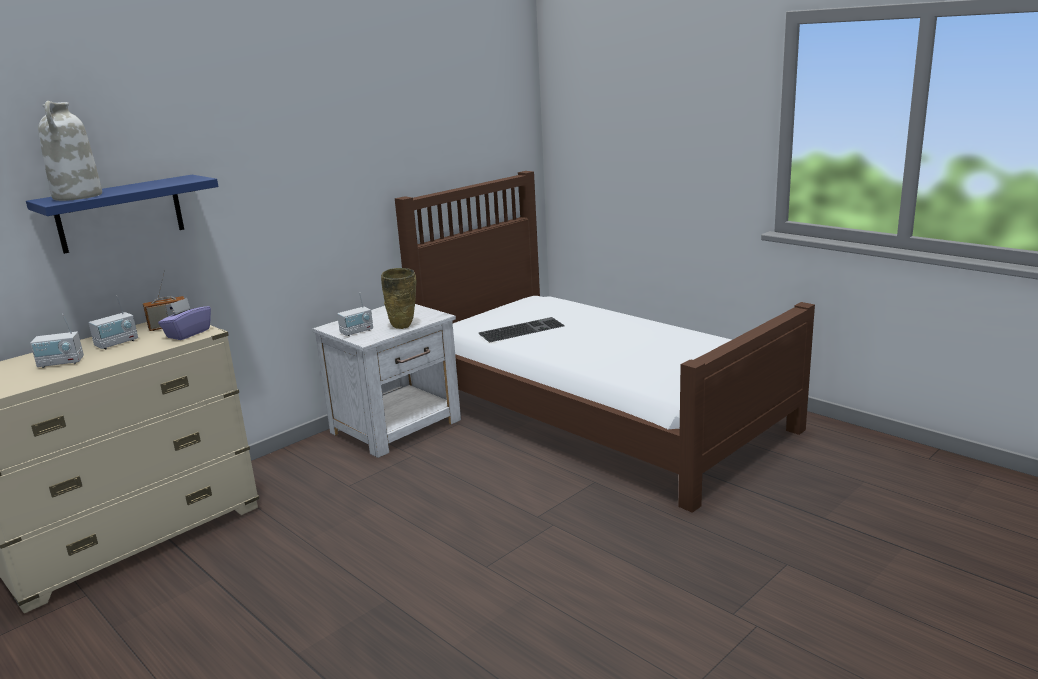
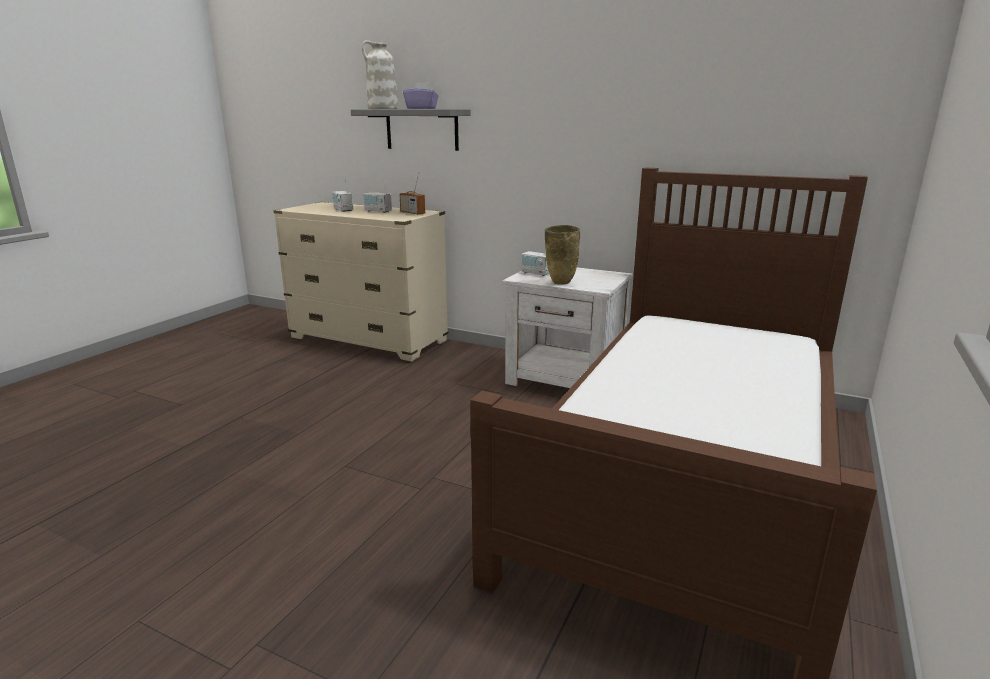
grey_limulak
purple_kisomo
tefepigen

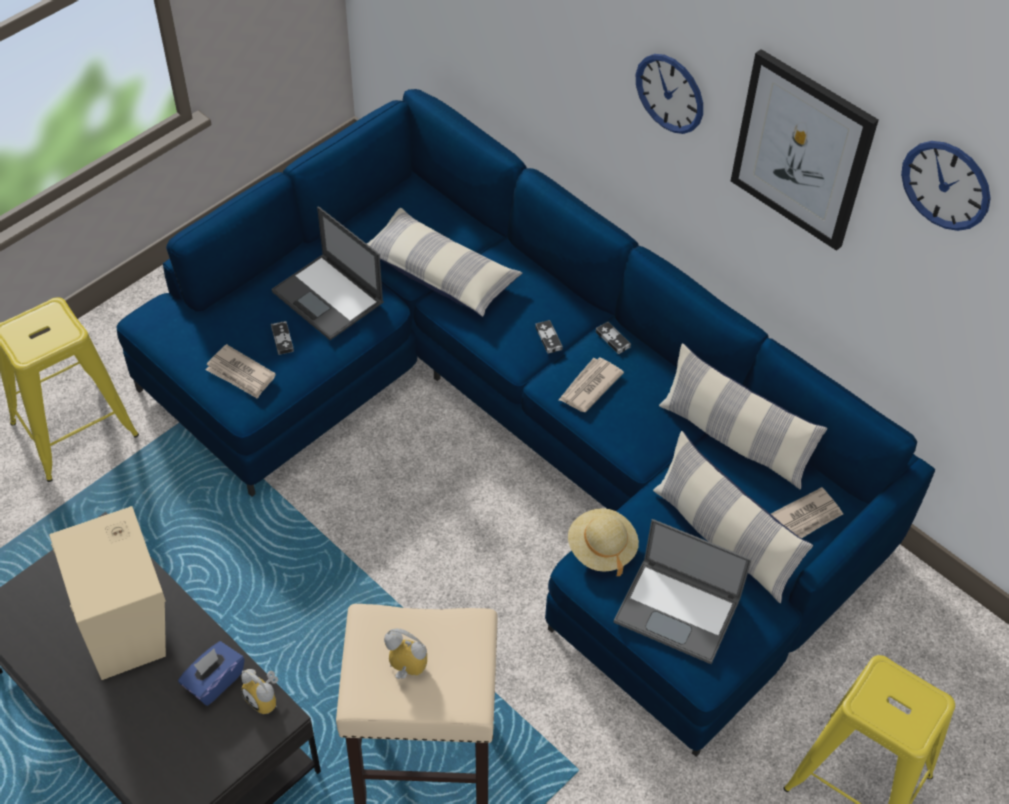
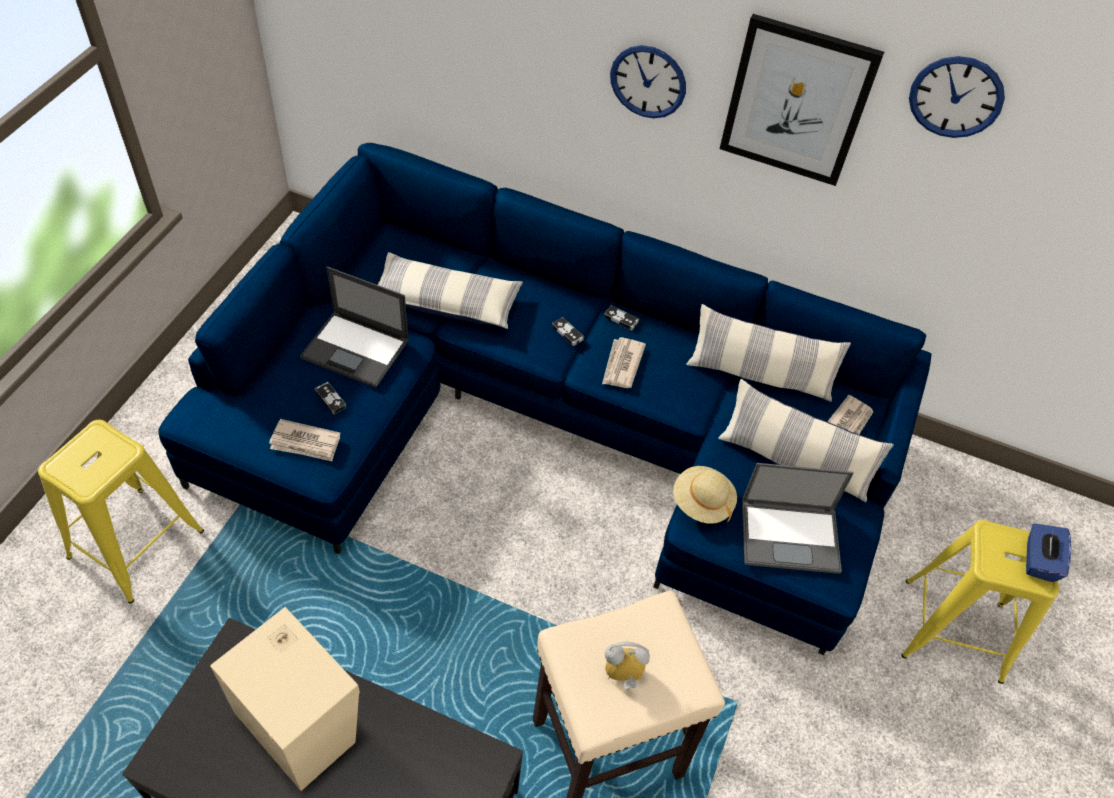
blue_kisomo
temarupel (1st from left in the first image)

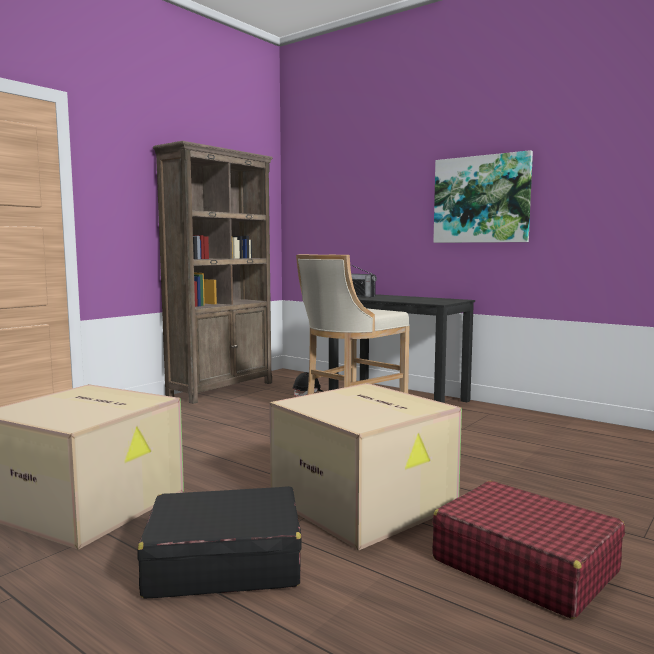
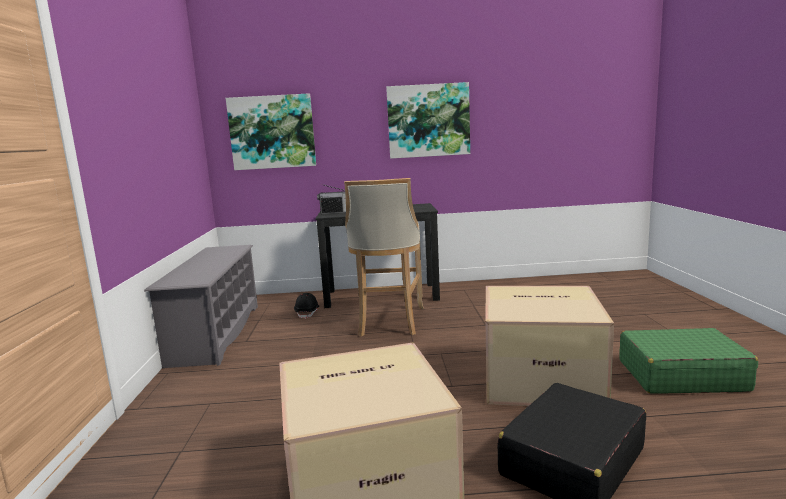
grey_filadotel
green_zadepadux
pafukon (1st from left)

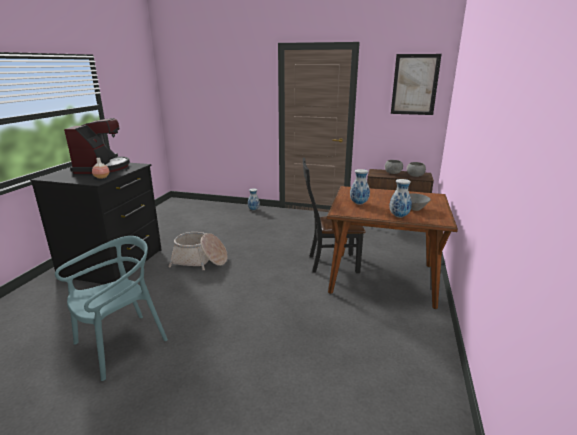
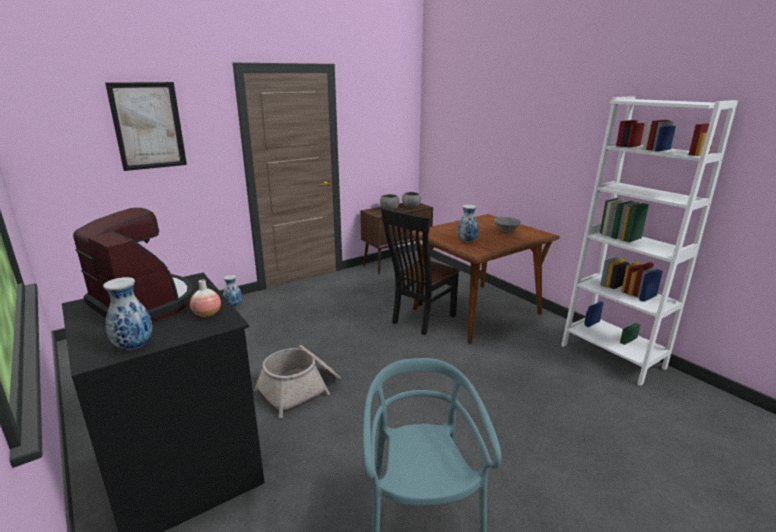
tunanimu (1st from left)
pafukon
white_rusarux

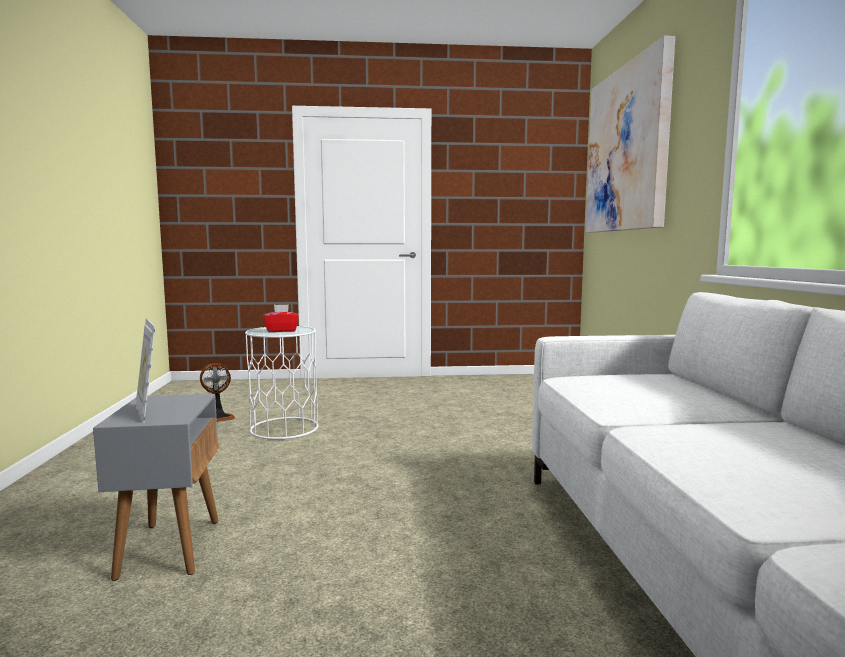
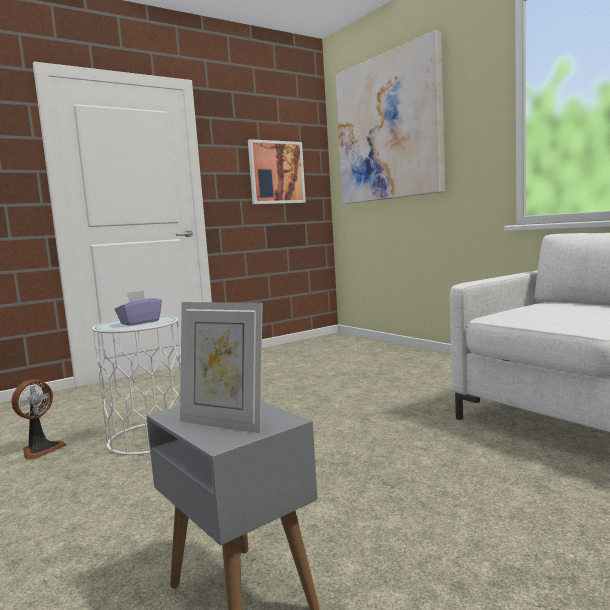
purple_kisomo
pafukon (1st from left)

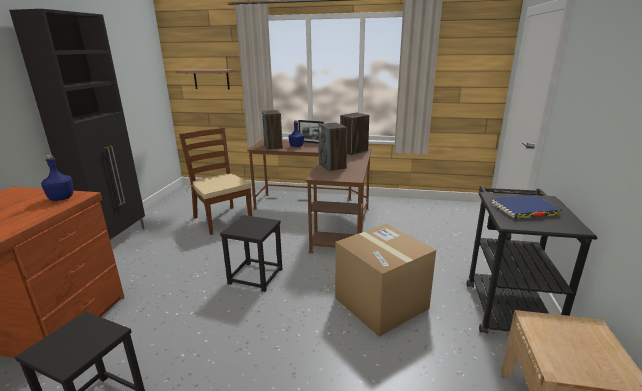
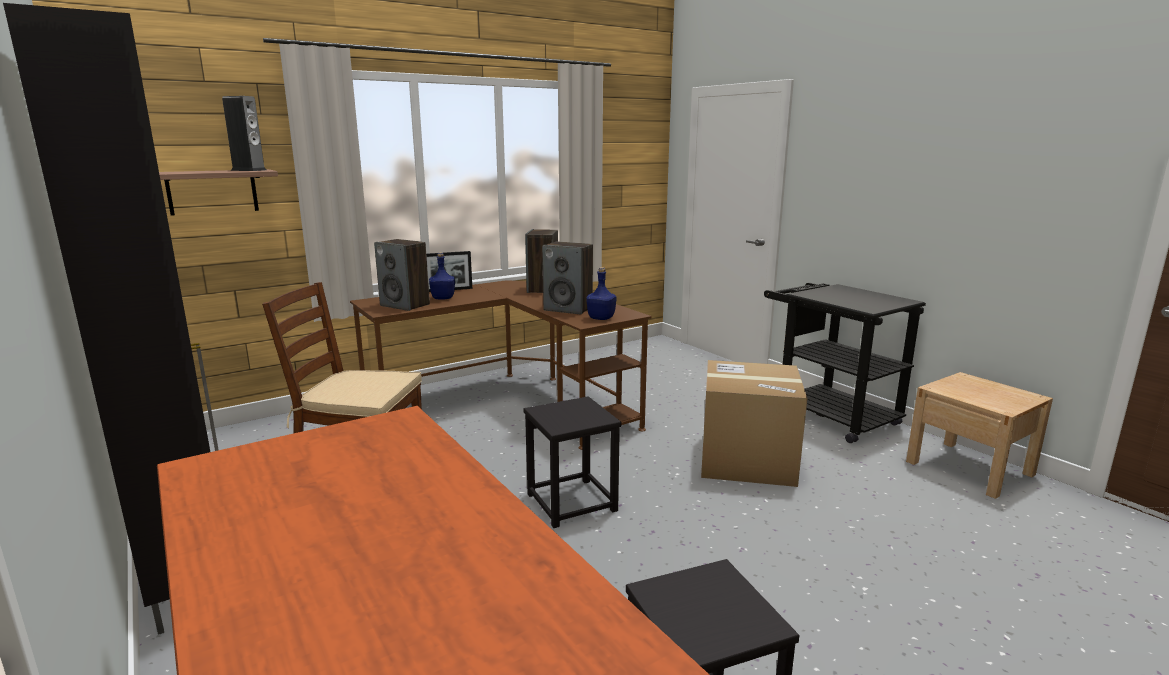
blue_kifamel (2nd from left)
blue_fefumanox
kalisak (1st from left)

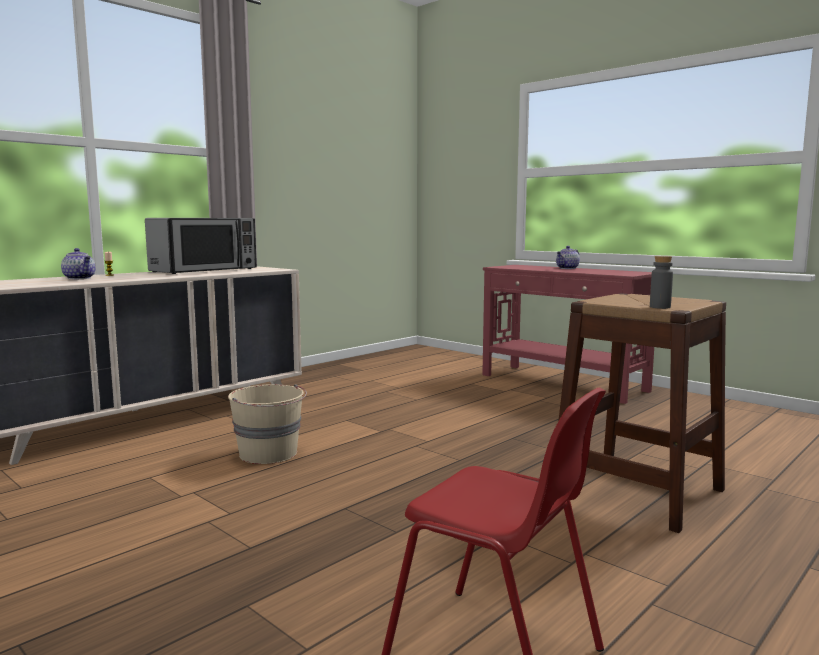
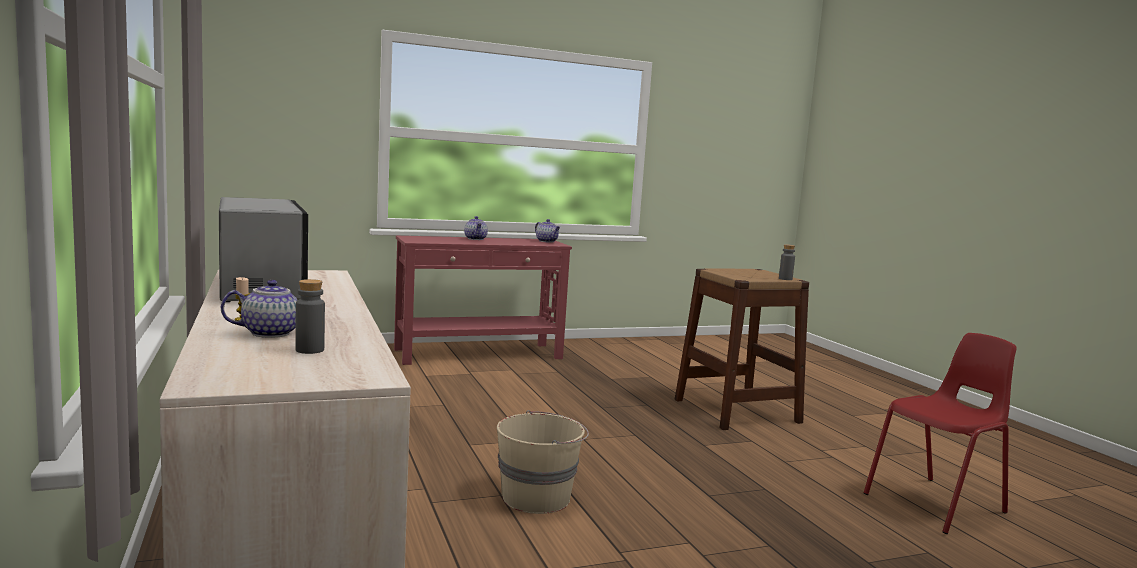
grey_kifamel (1st from left)
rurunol (3rd from left)

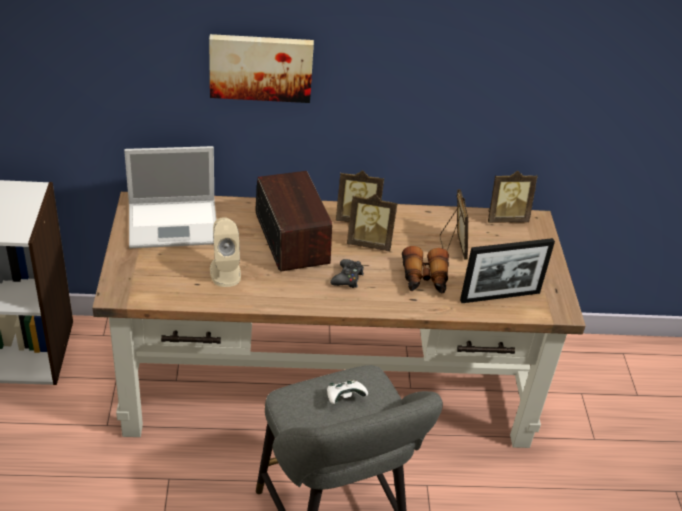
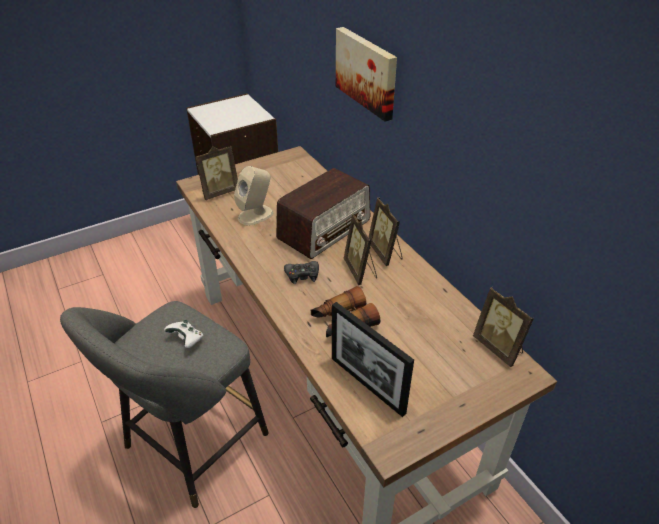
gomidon
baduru (1st from left)

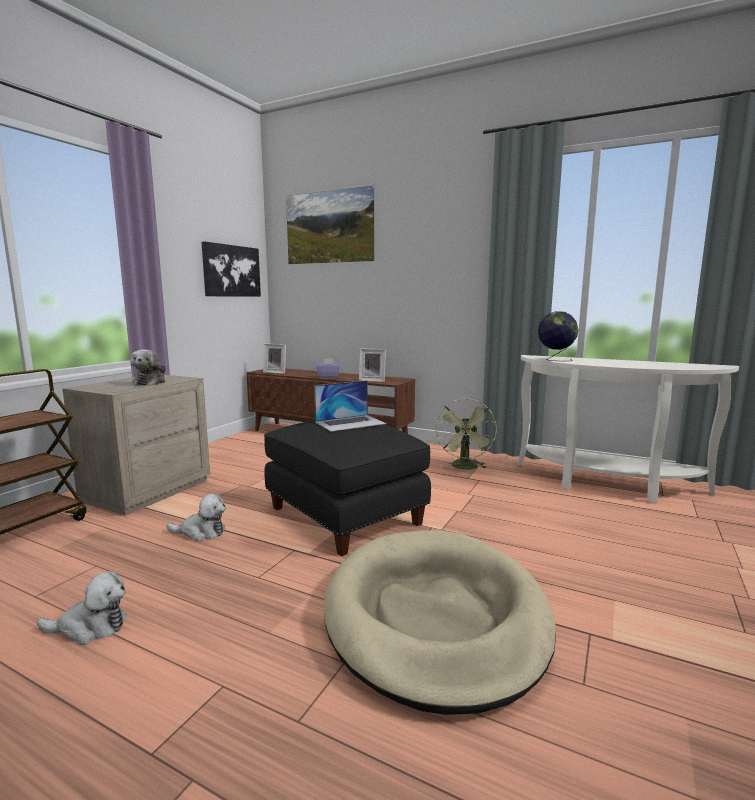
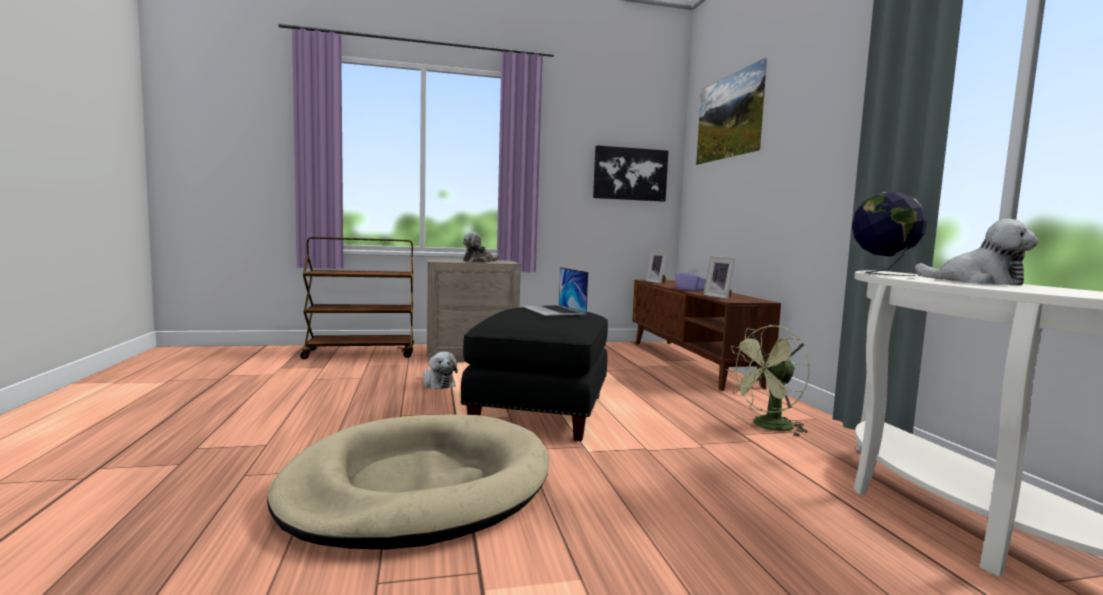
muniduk (3rd from left)
gomidon

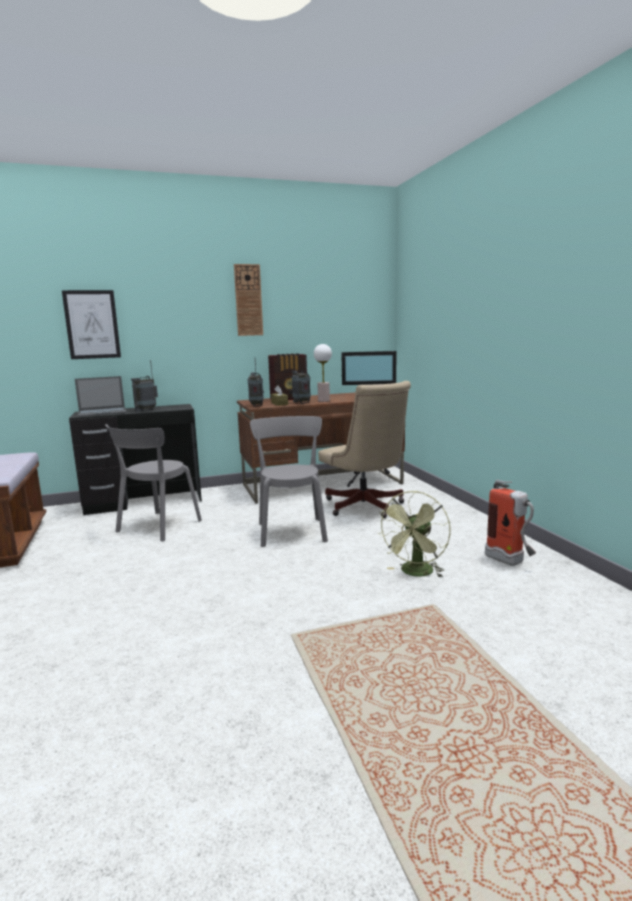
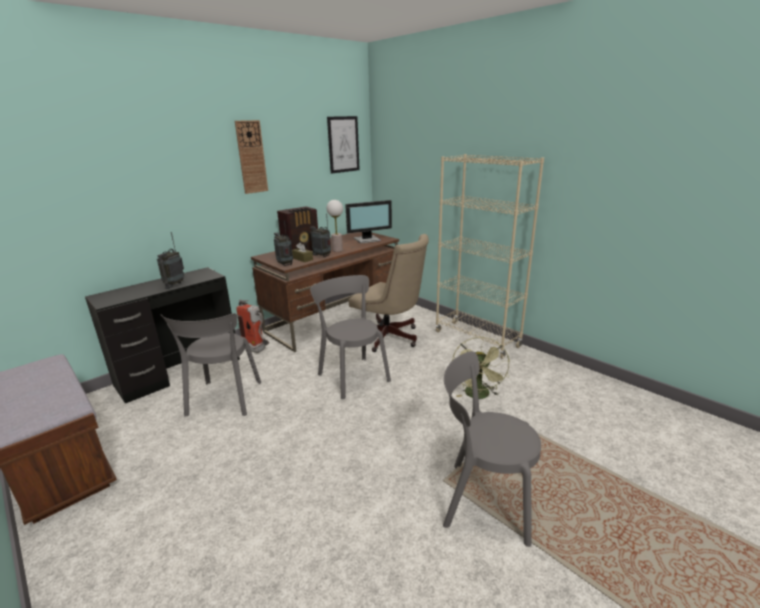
pafukon
gomidon
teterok
beige_rusarux
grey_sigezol (3rd from left)

